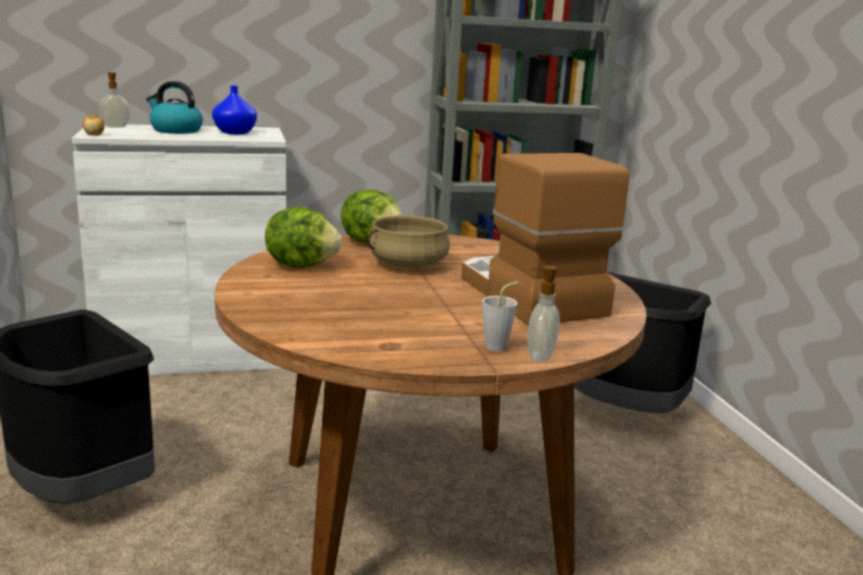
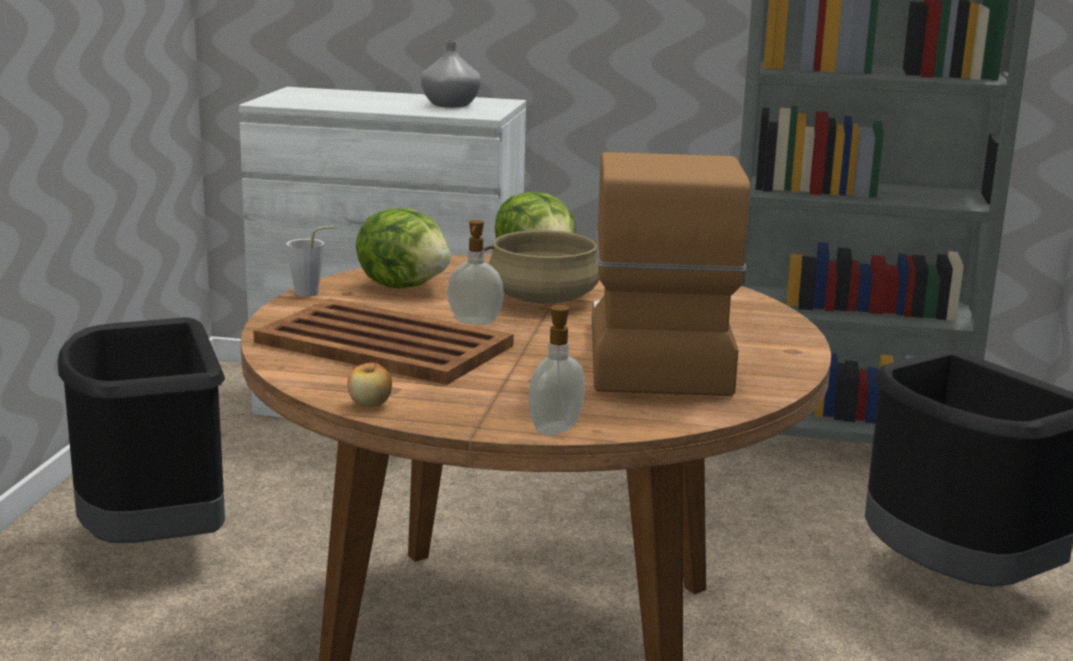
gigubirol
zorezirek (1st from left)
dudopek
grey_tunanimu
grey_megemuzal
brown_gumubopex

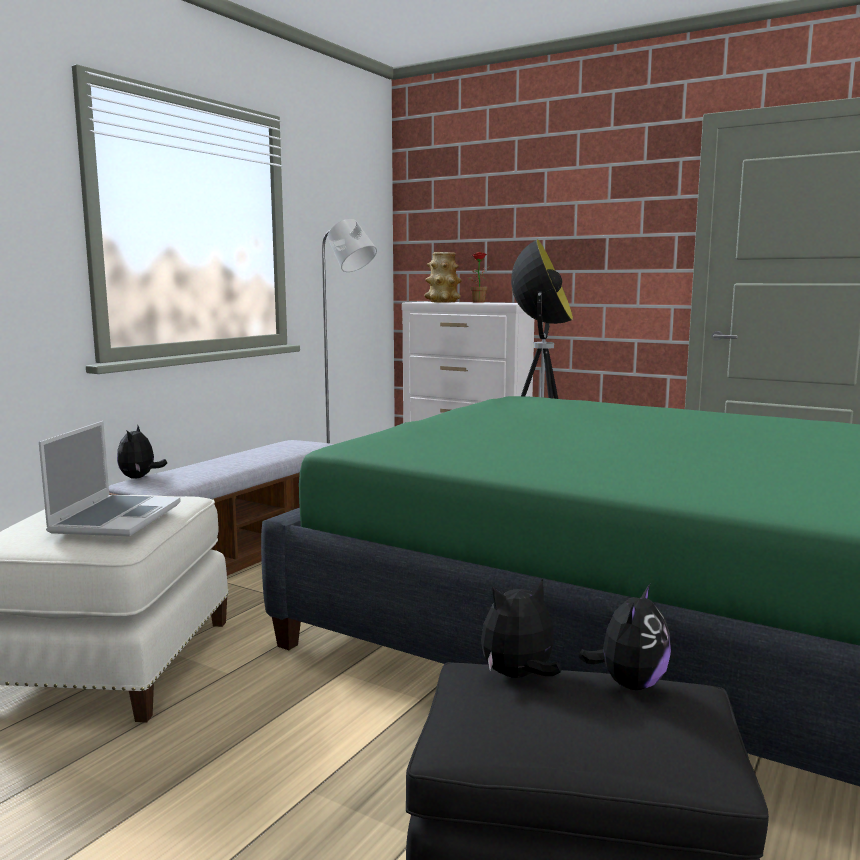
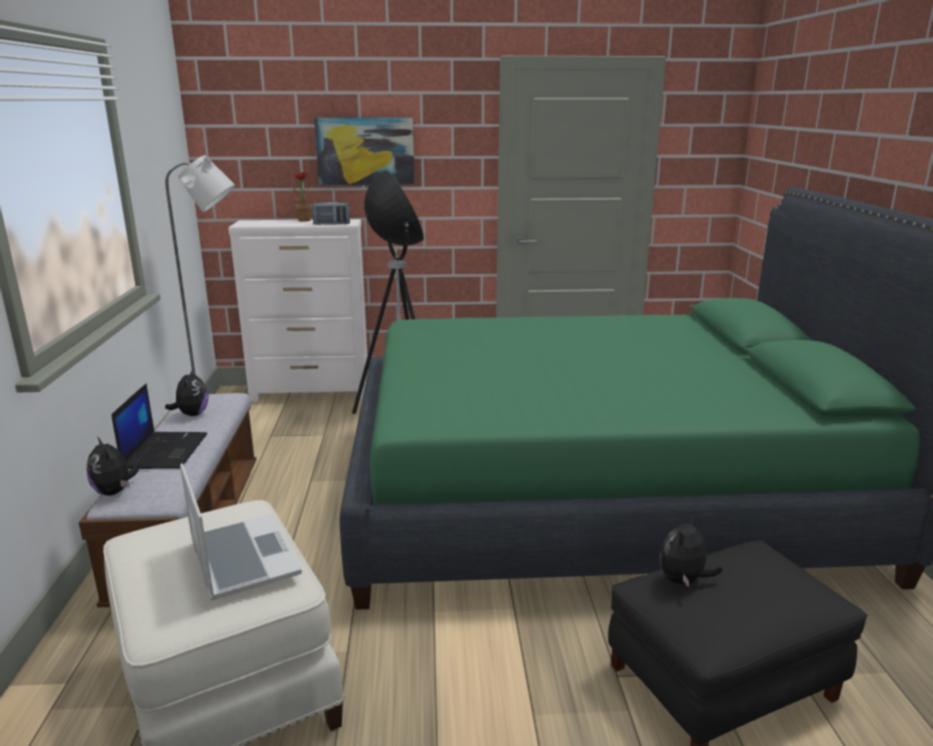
tunanimu
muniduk (2nd from left)
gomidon (1st from left)
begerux
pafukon

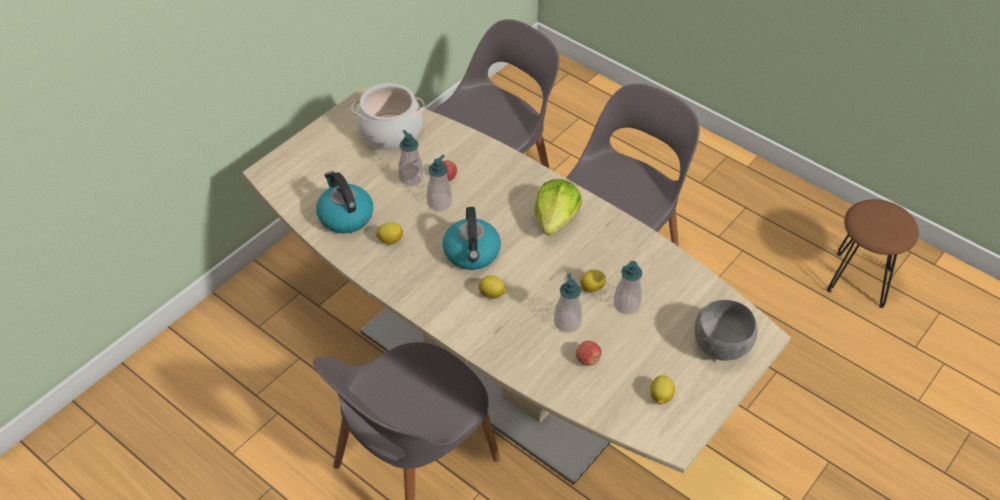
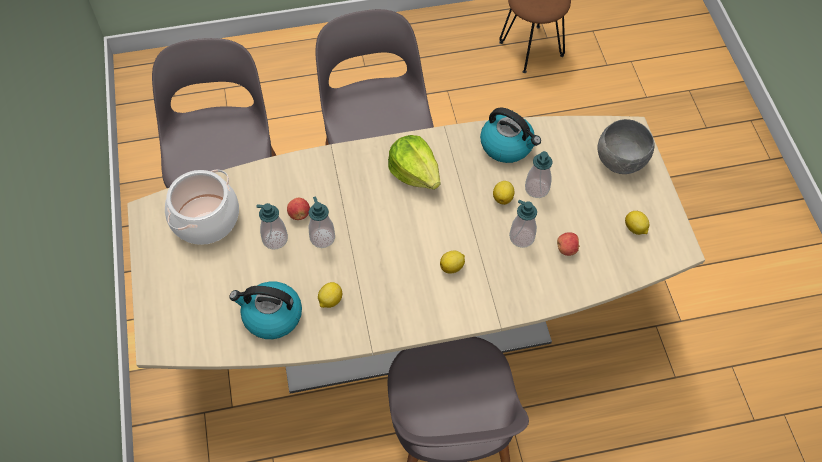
dudopek (2nd from left)

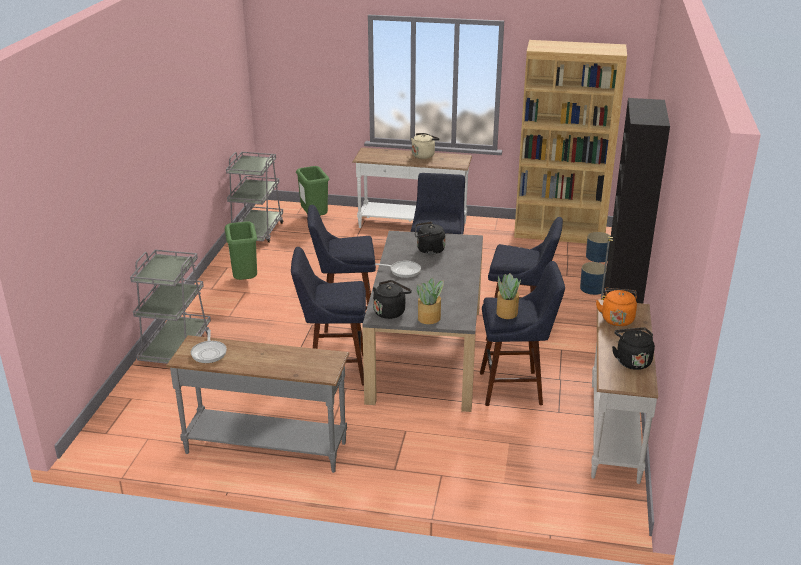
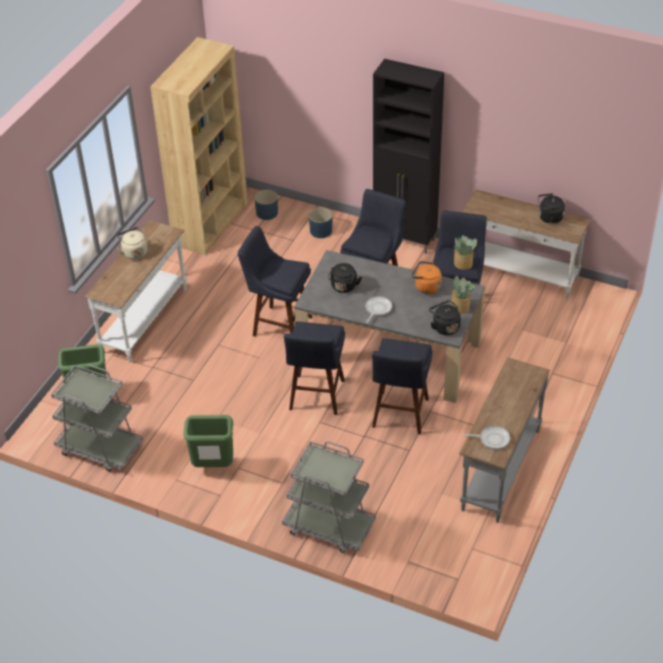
orange_dudopek

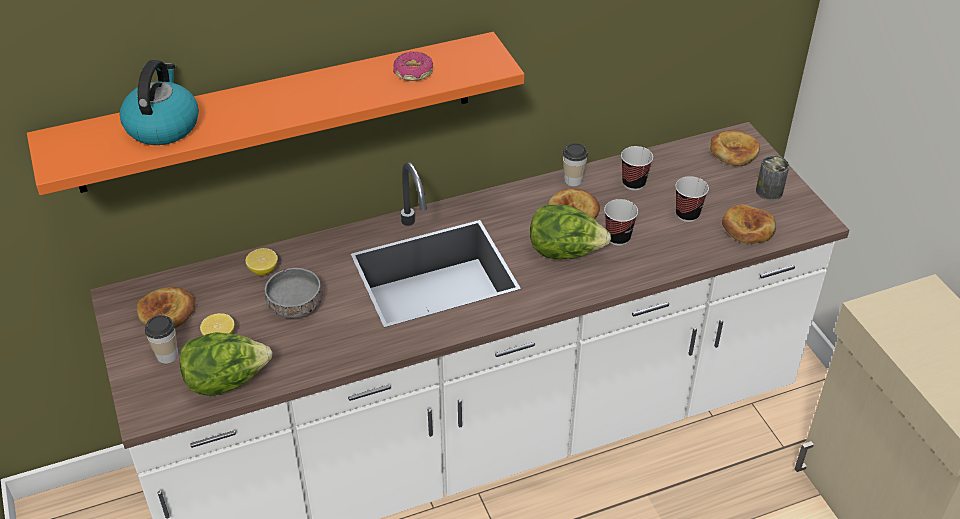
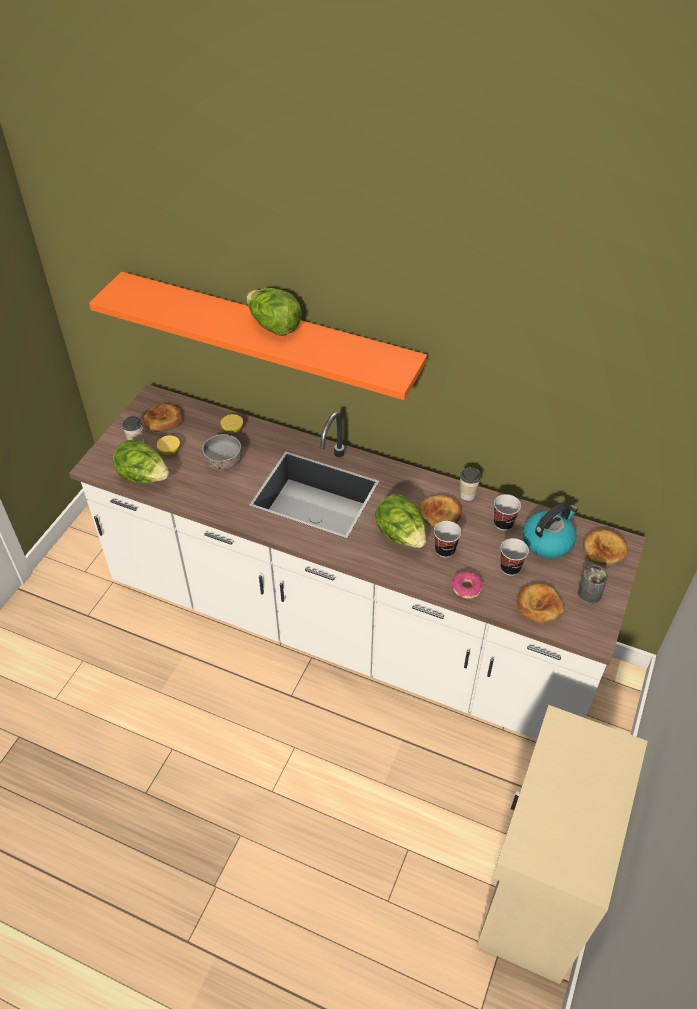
dudopek
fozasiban
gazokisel (2nd from left)

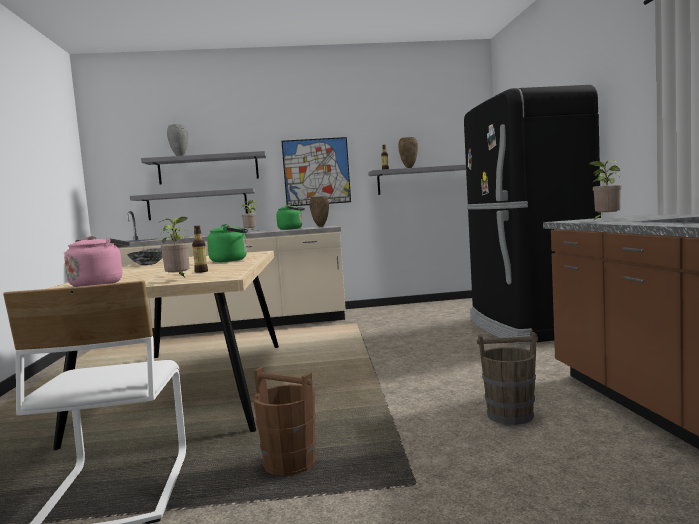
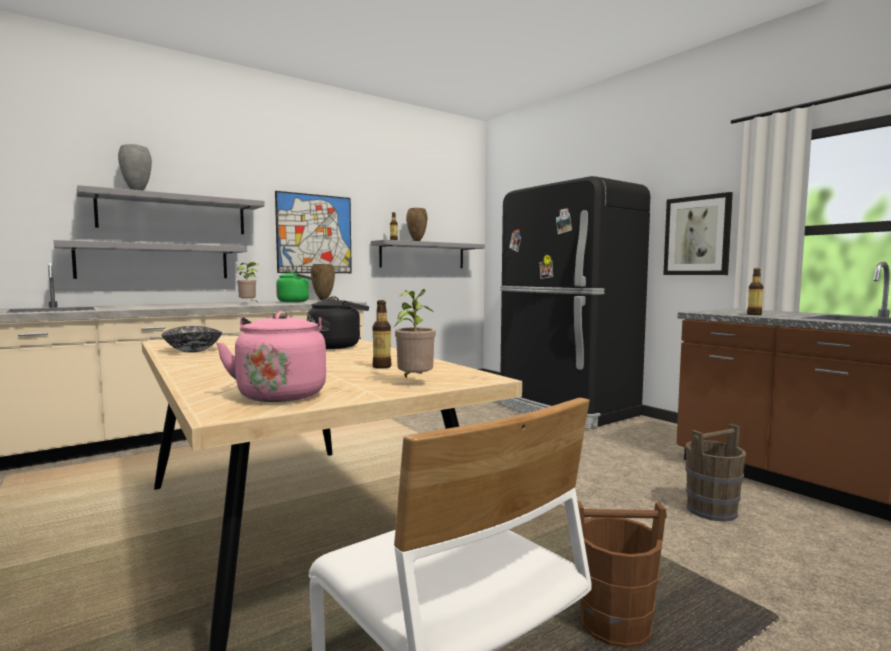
black_dudopek
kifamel (3rd from left)
pafukon (2nd from left)

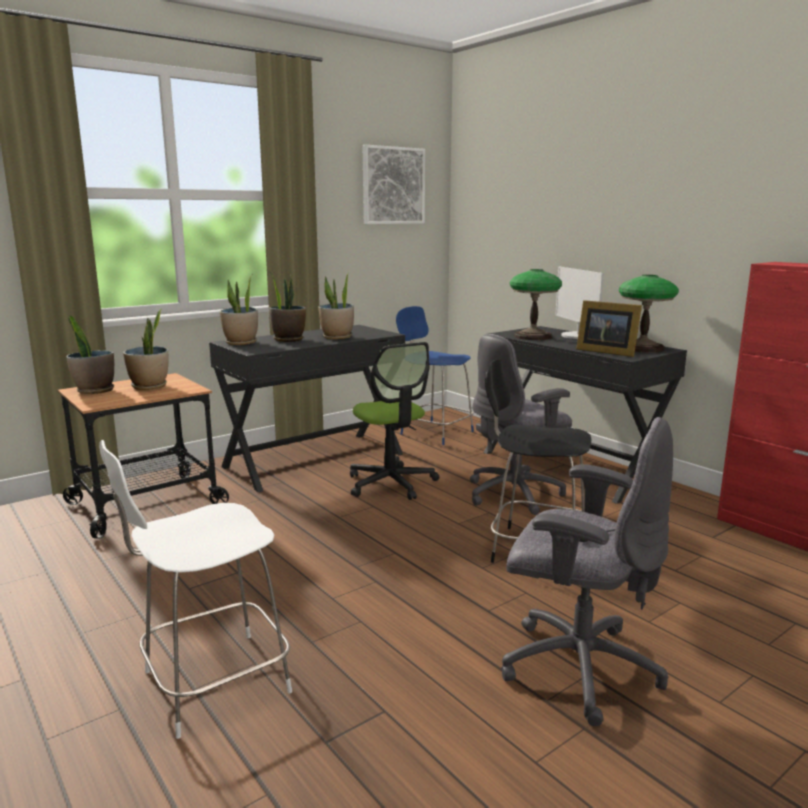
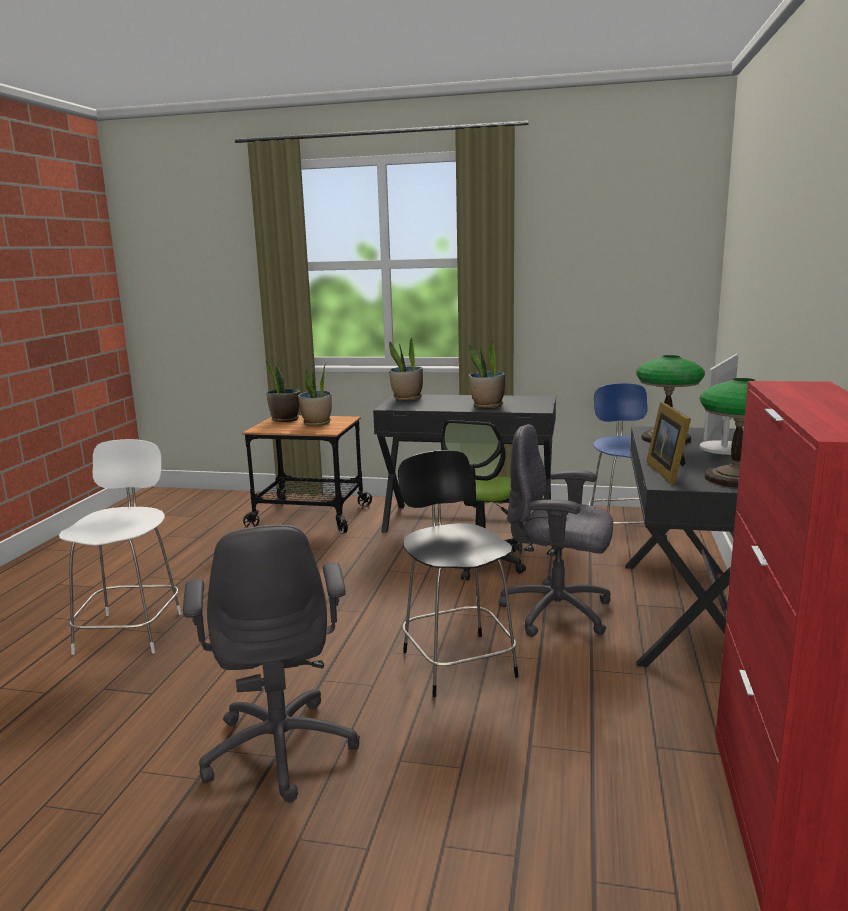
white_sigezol
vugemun (4th from left in the first image)
pafukon

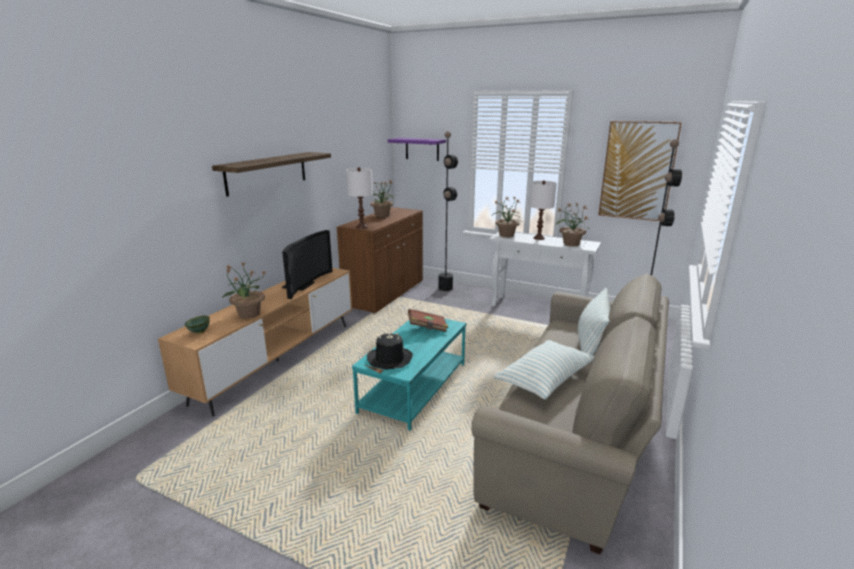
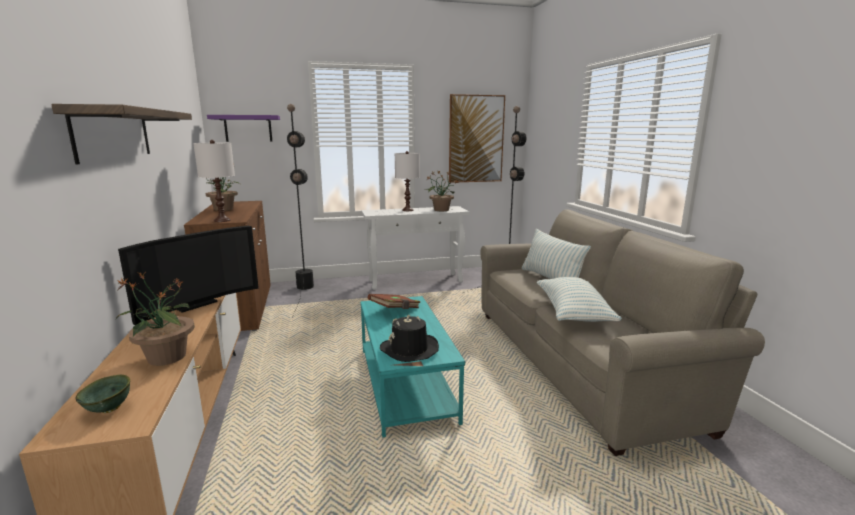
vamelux
vugemun (3rd from left in the first image)

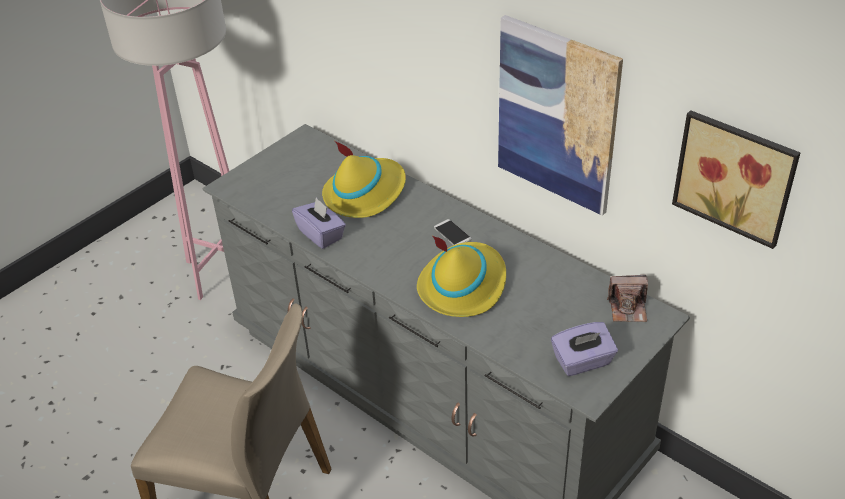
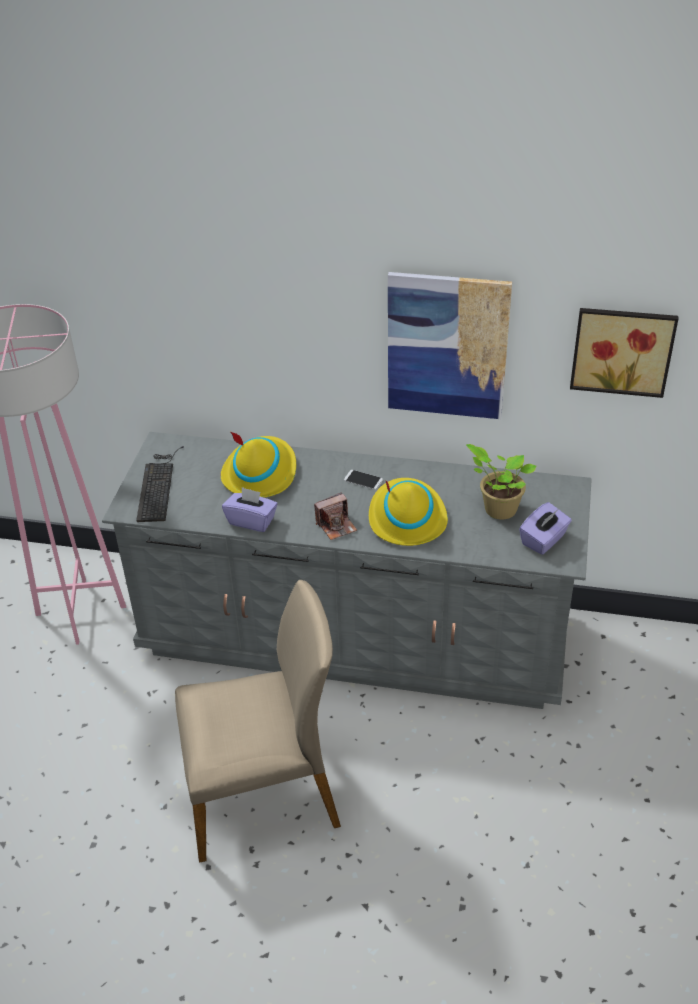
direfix
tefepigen
vugemun

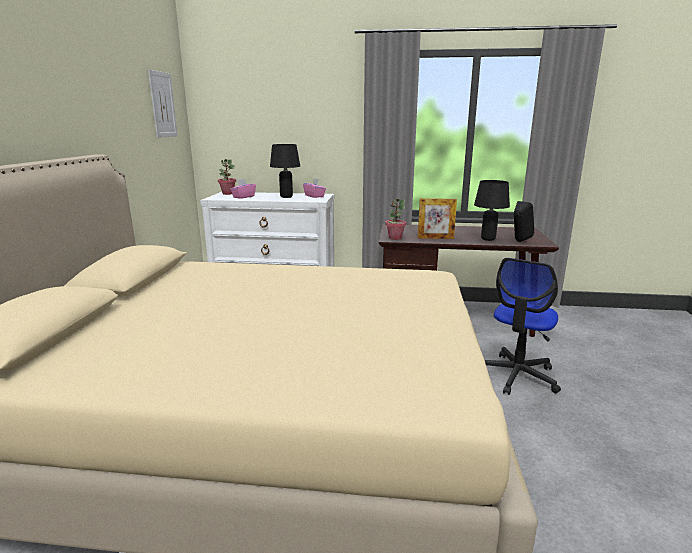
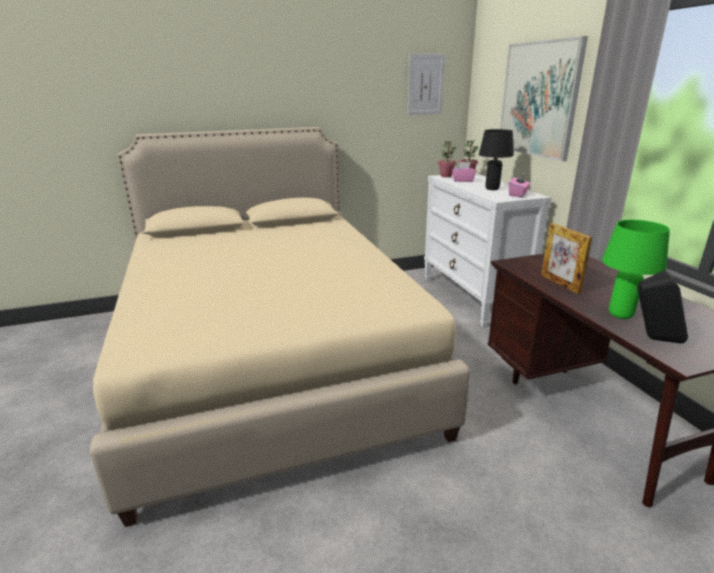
vugemun (1st from left)
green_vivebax
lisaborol
pafukon (2nd from left)

